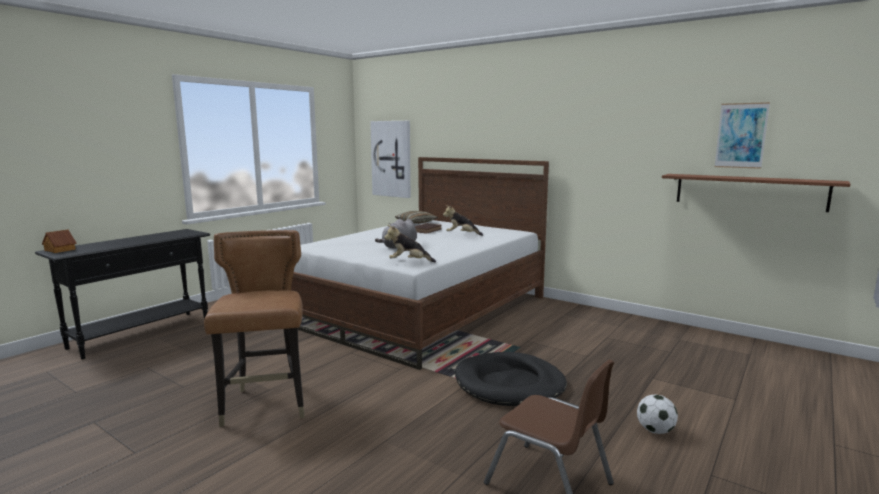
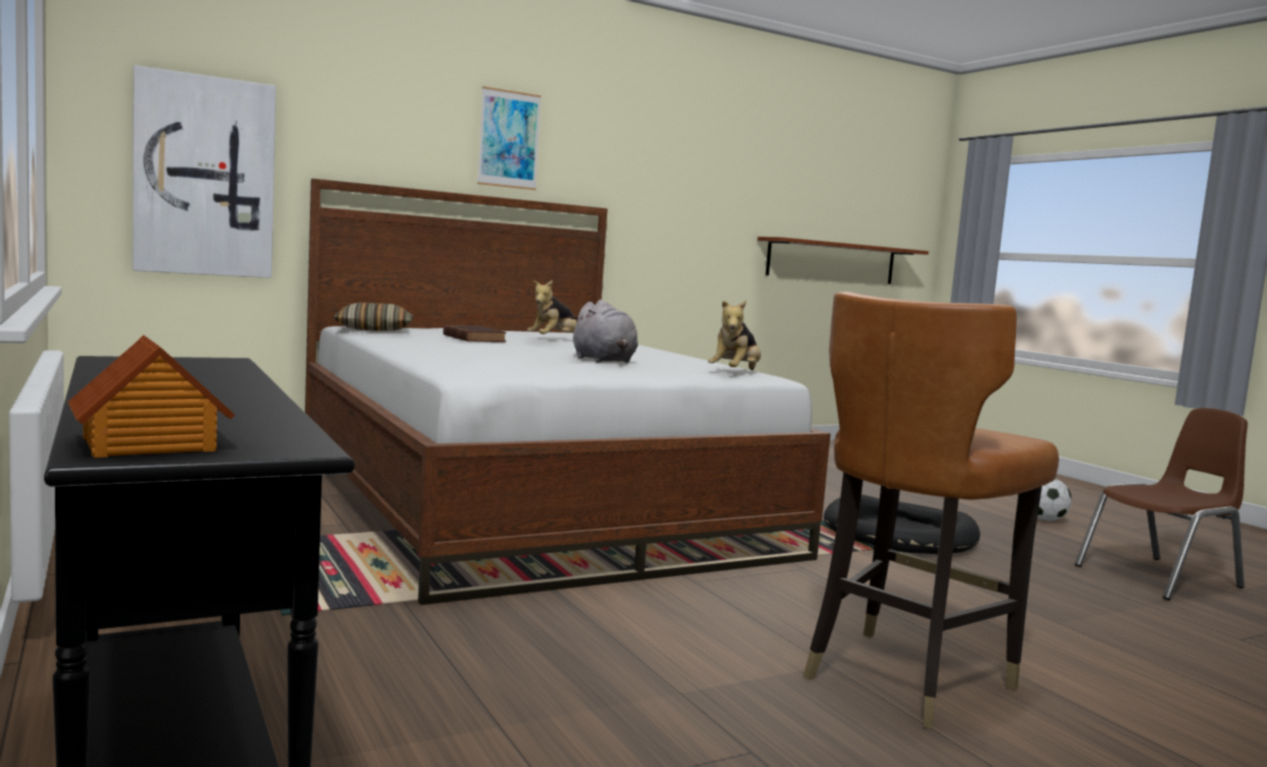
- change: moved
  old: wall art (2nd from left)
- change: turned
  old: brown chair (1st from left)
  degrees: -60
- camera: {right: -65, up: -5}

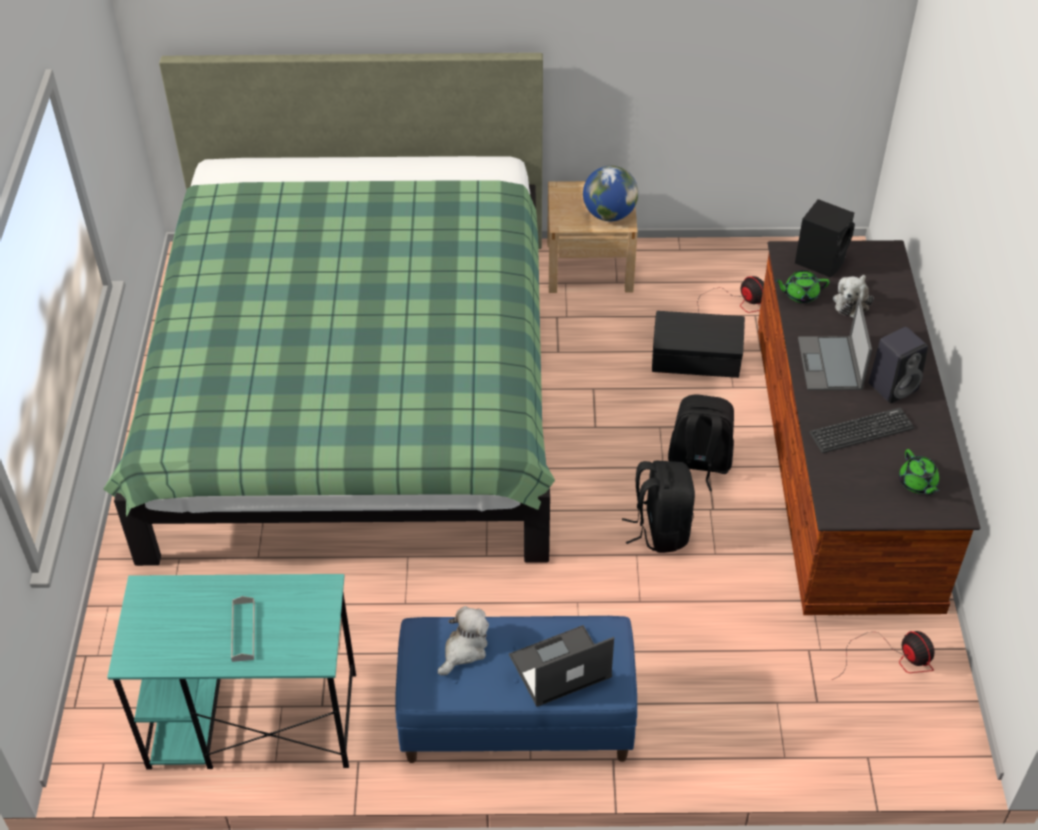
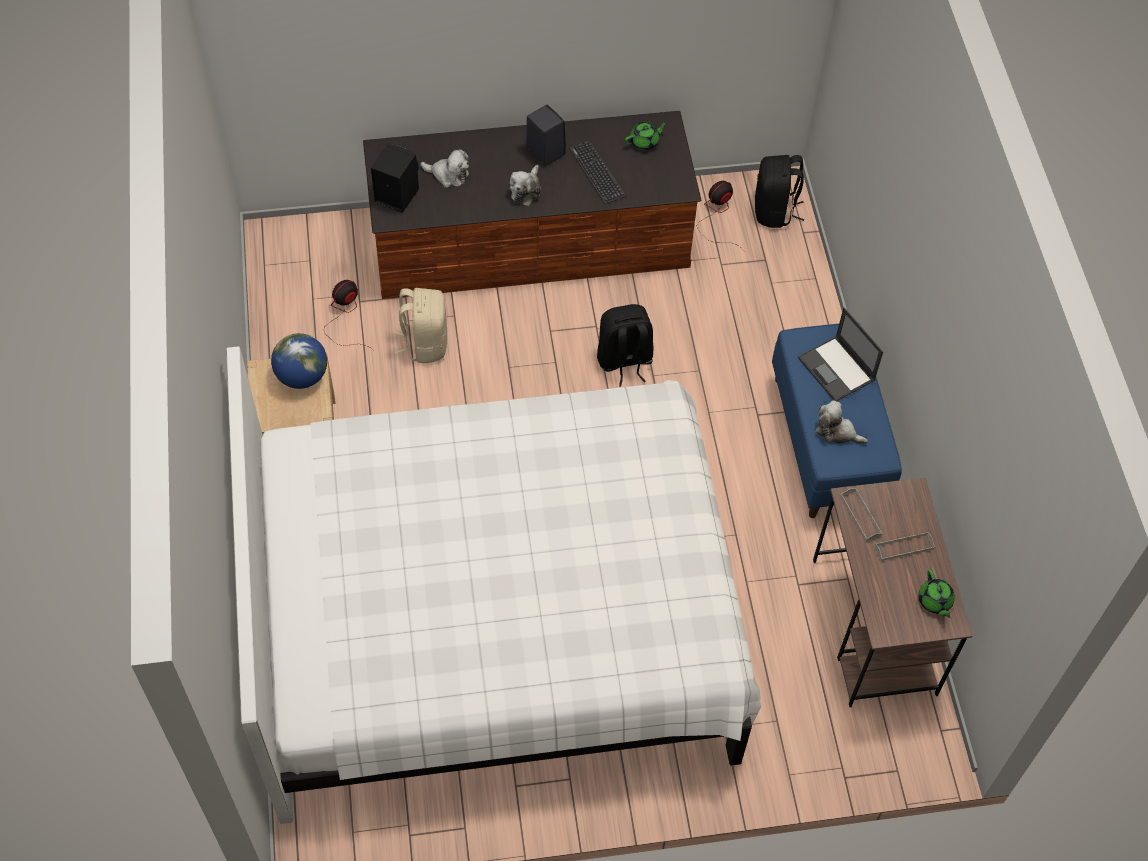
- change: recoloured
  old: greenish bed
  new: white-coloured bed
- change: moved
  old: greenish pot for tea (1st from left in the first image)
  new: greenish pot for tea (2nd from left)
- change: replaced
  old: notebook computer (2nd from left)
  new: plush toy (2nd from left)
- change: replaced
  old: black storage container
  new: beige backpack
- change: moved
  old: black backpack (2nd from left)
- change: recoloured
  old: blue-green desk table
  new: brown desk table
- change: added
  new: greyish serving tray (1st from left)
- camera: {right: -100, up: 10}

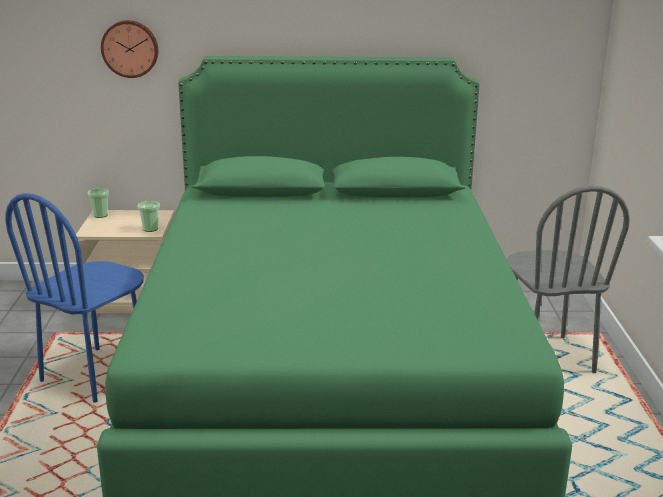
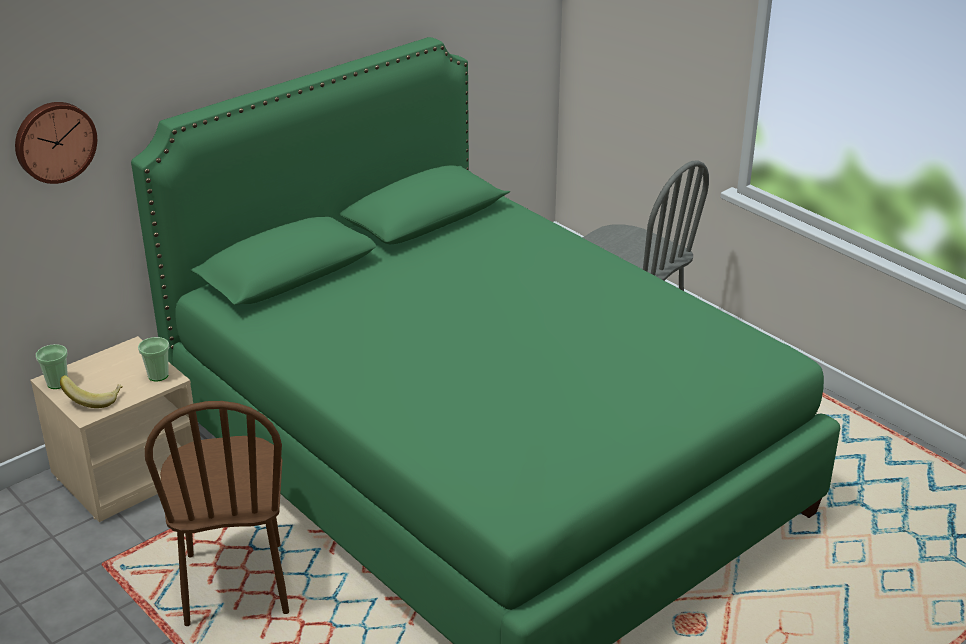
- change: recoloured
  old: blue-coloured chair
  new: brown chair
- change: added
  new: whole banana
- camera: {right: -40, up: 10}

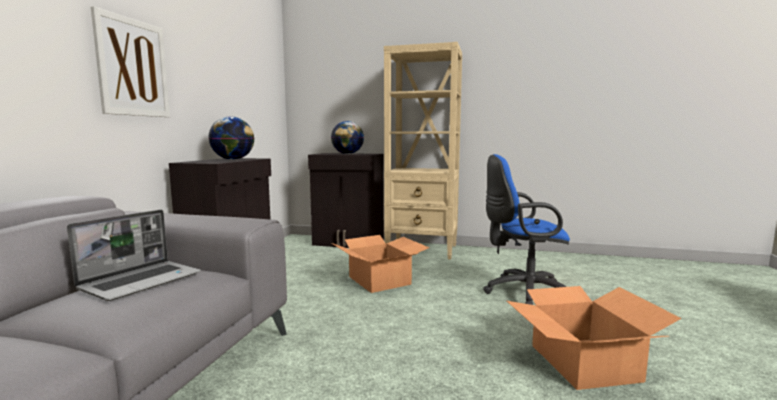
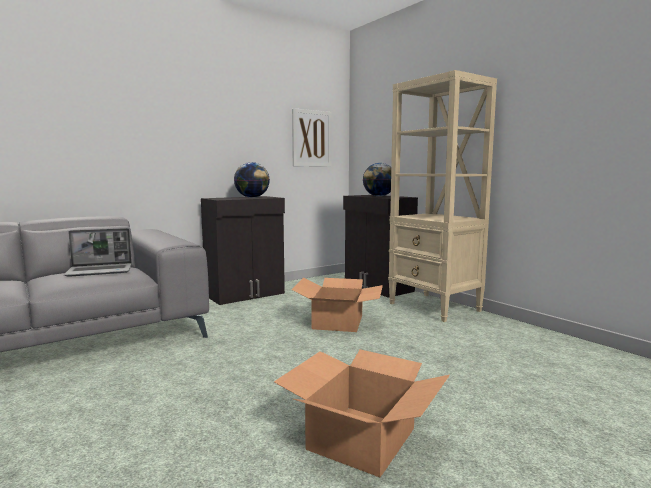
- change: moved
  old: wall art
- change: removed
  old: blue-coloured computer chair
- camera: {right: 40, up: 0}

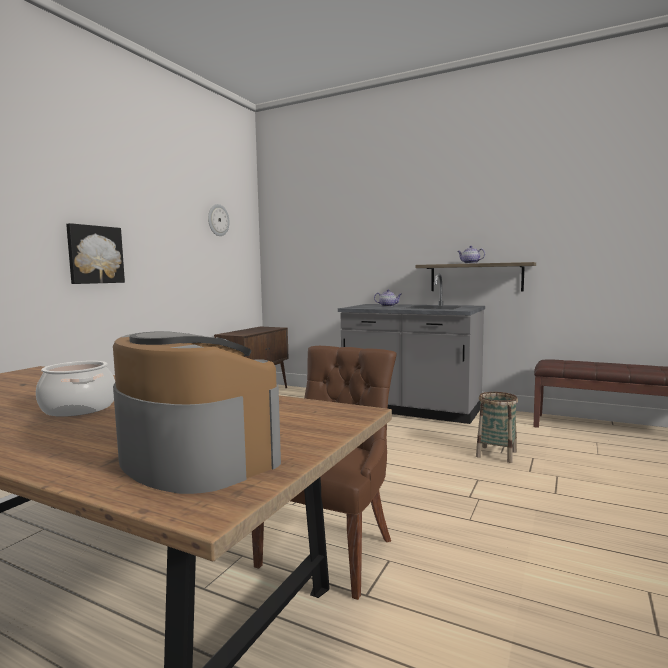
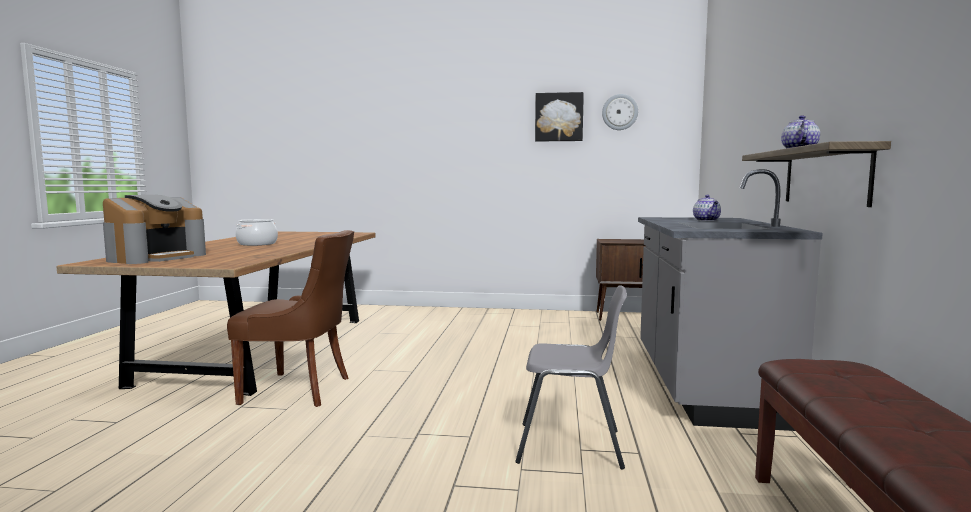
- change: moved
  old: wall art
- change: replaced
  old: household basket
  new: greyish chair
- camera: {right: 70, up: 0}

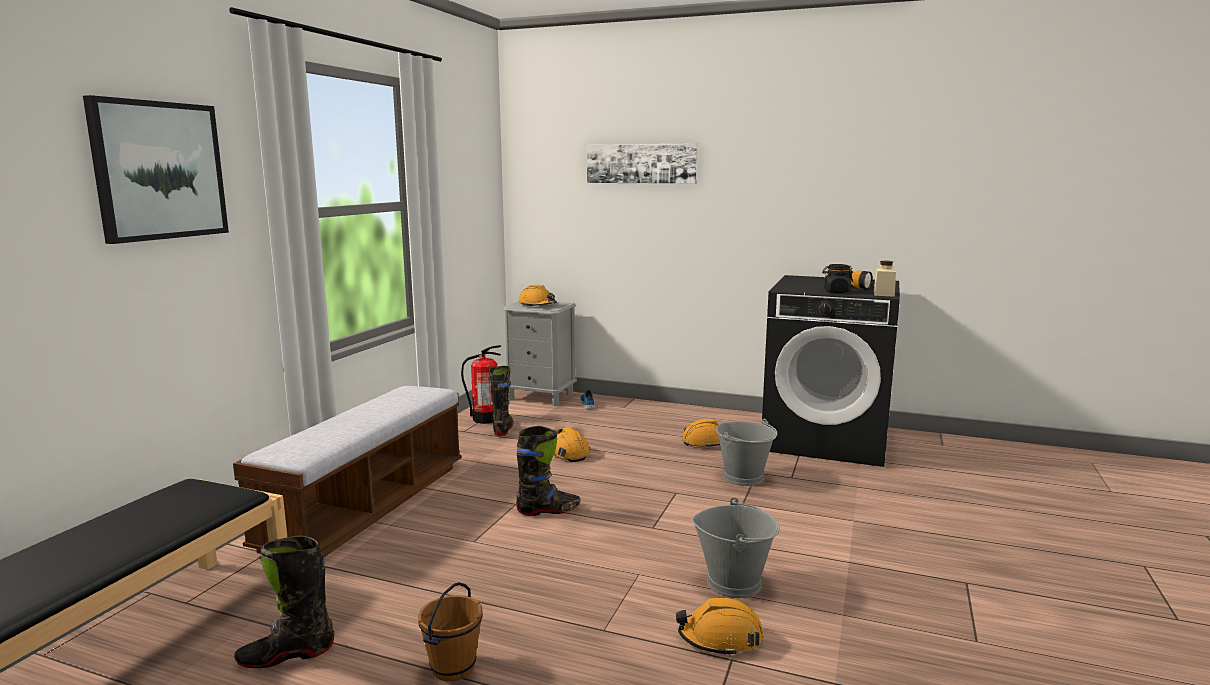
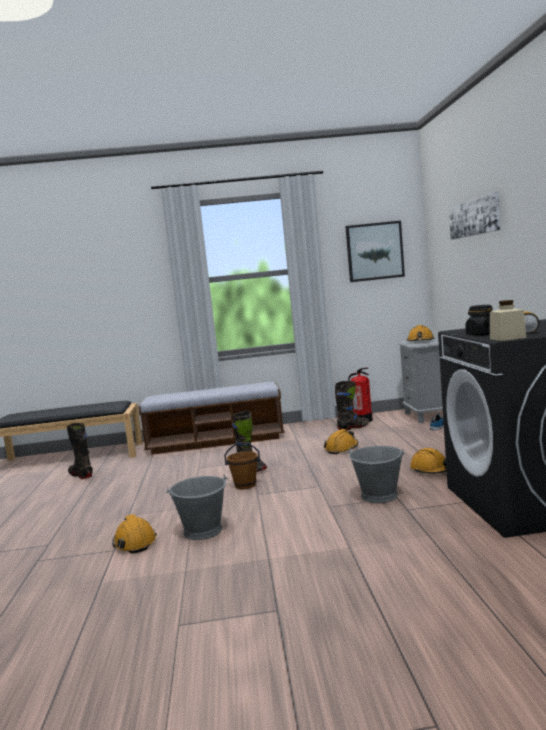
- change: moved
  old: wall art (1st from left)
- change: moved
  old: brown water bucket
- camera: {right: 65, up: -5}

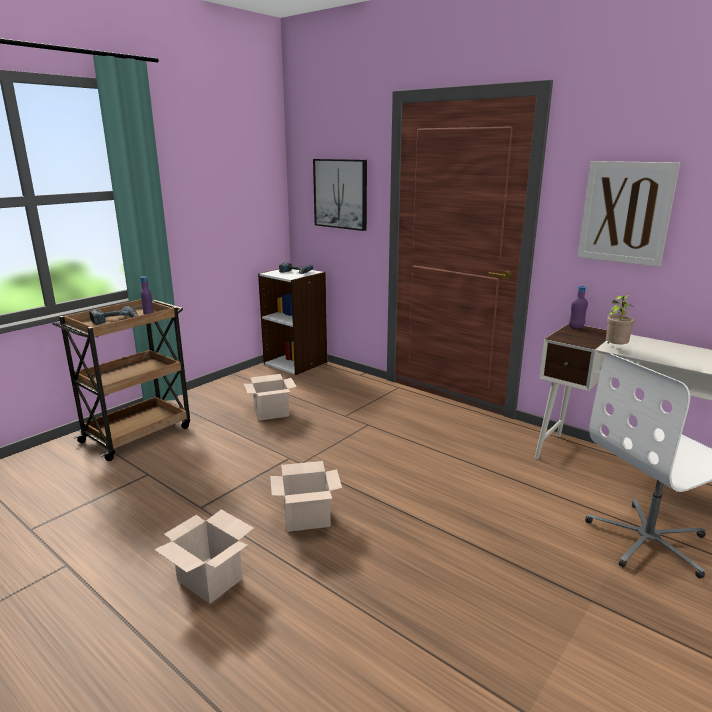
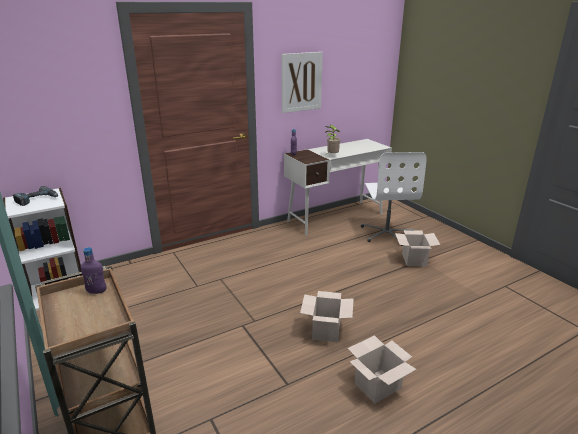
- change: removed
  old: wall art (1st from left)
- change: removed
  old: electric drill (1st from left)
- change: moved
  old: packing box (2nd from left in the first image)
  new: packing box (3rd from left)
- camera: {right: -70, up: 5}

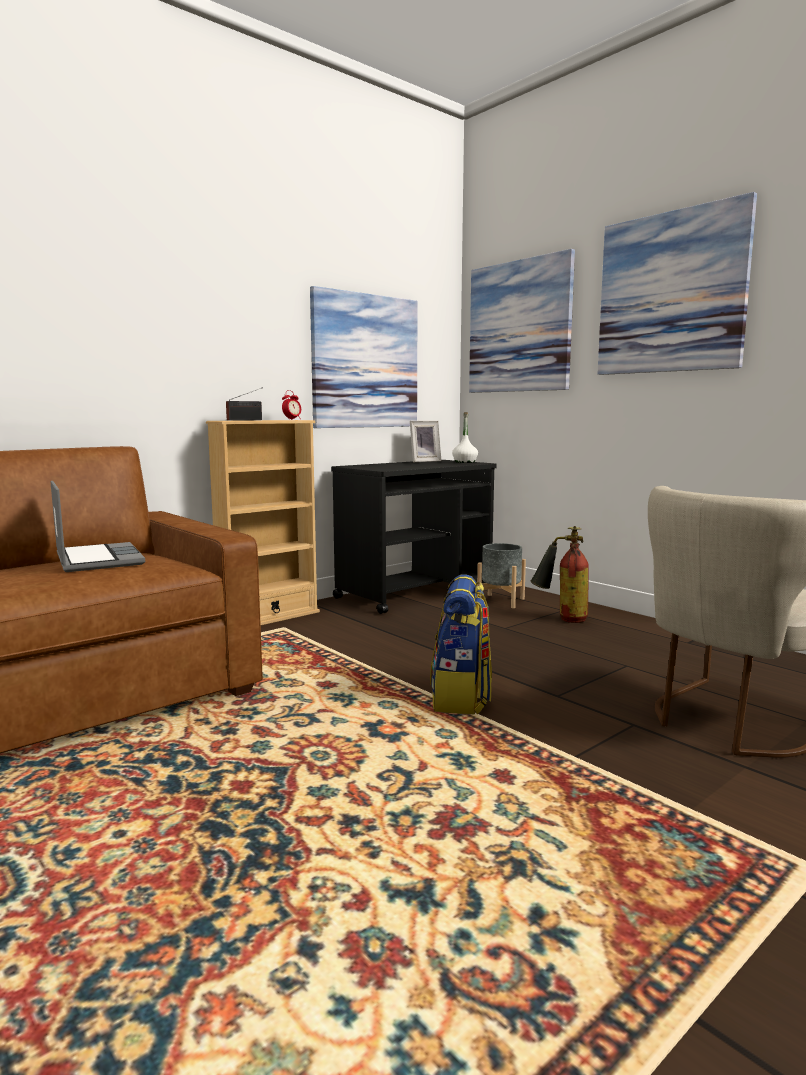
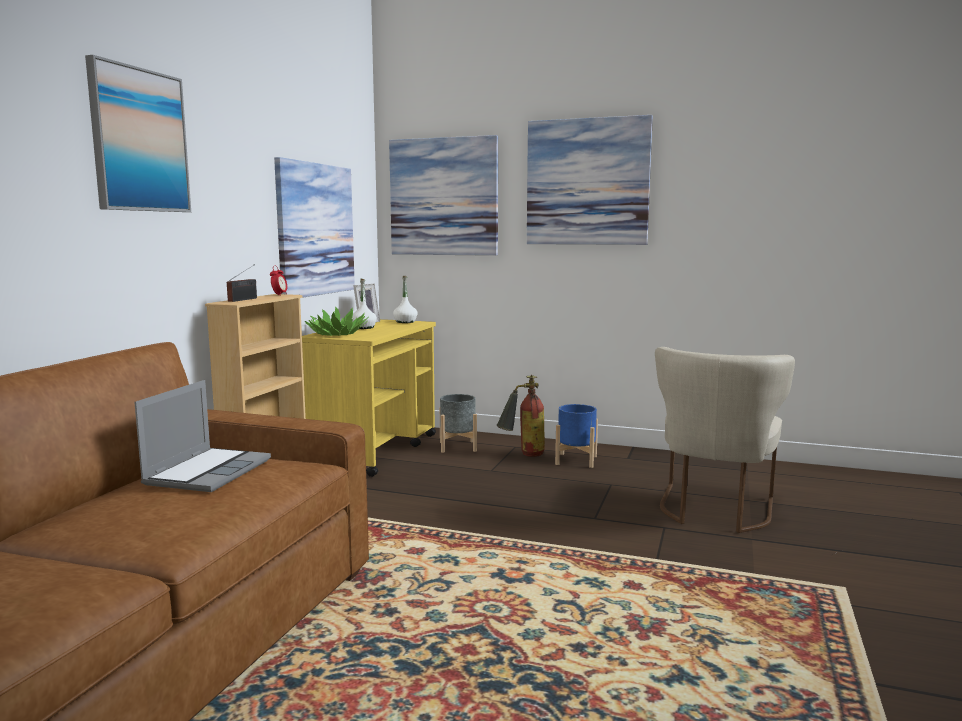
- change: recoloured
  old: black wheeled cart
  new: yellowish wheeled cart
- change: turned
  old: notebook computer
  degrees: 75
- change: removed
  old: backpack
- change: added
  new: wall art (1st from left)
- change: added
  new: white-coloured bottle (1st from left)
- change: added
  new: plant in a pot
- change: added
  new: blue-coloured planter
- camera: {right: -30, up: 0}

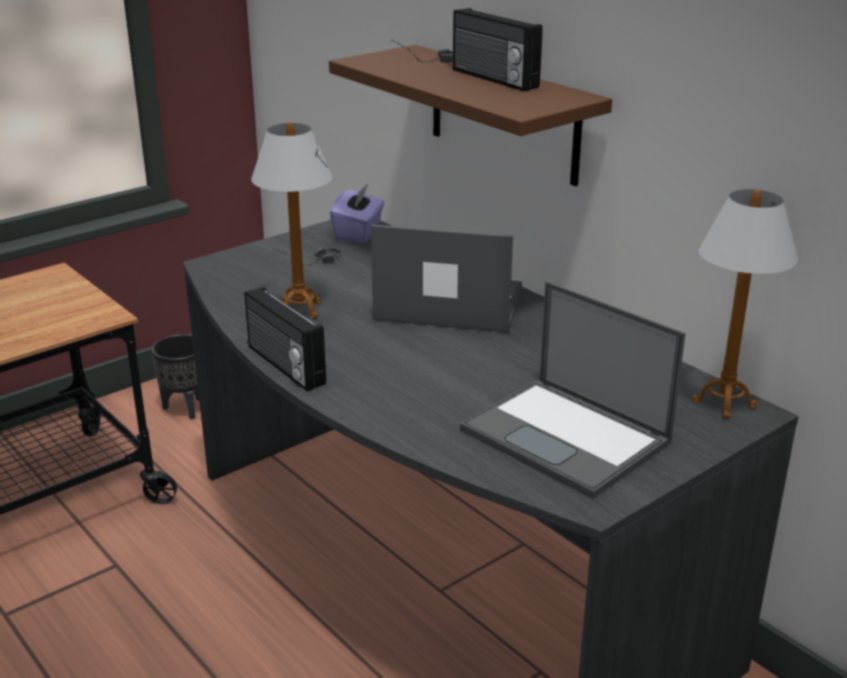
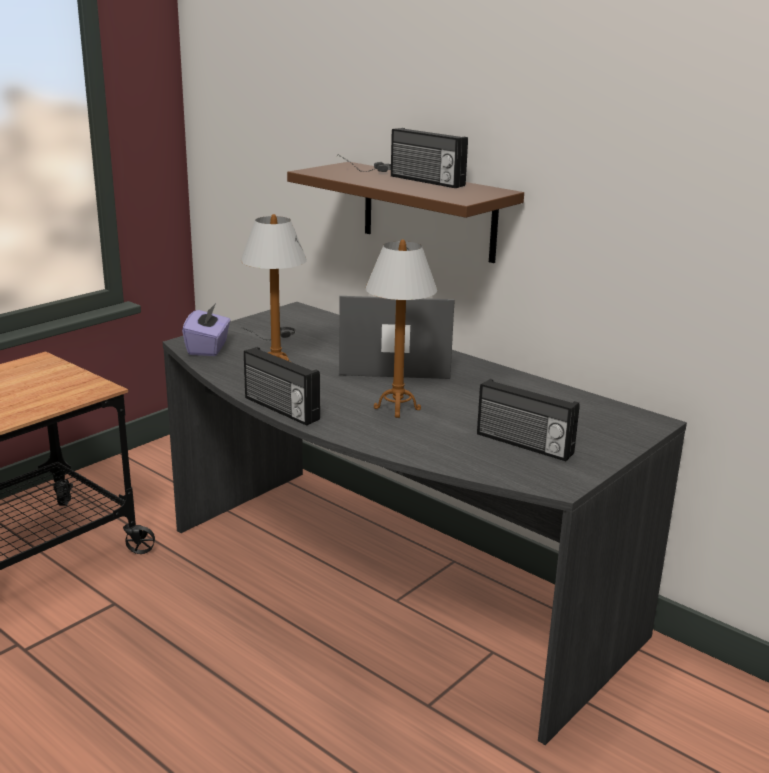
- change: moved
  old: purple-coloured box of tissues
- change: moved
  old: lamp for a table (2nd from left)
- change: replaced
  old: notebook computer (2nd from left)
  new: radio set (3rd from left)
- change: removed
  old: black planter
- camera: {right: -10, up: -5}

